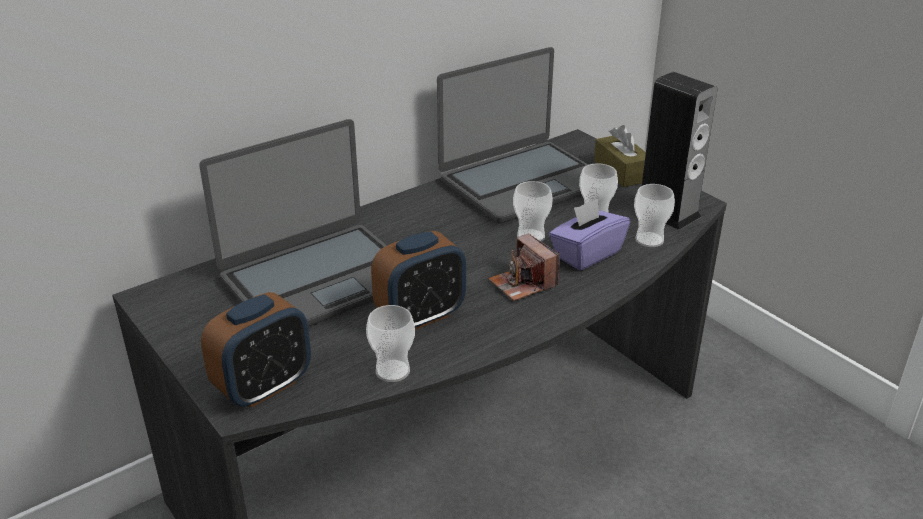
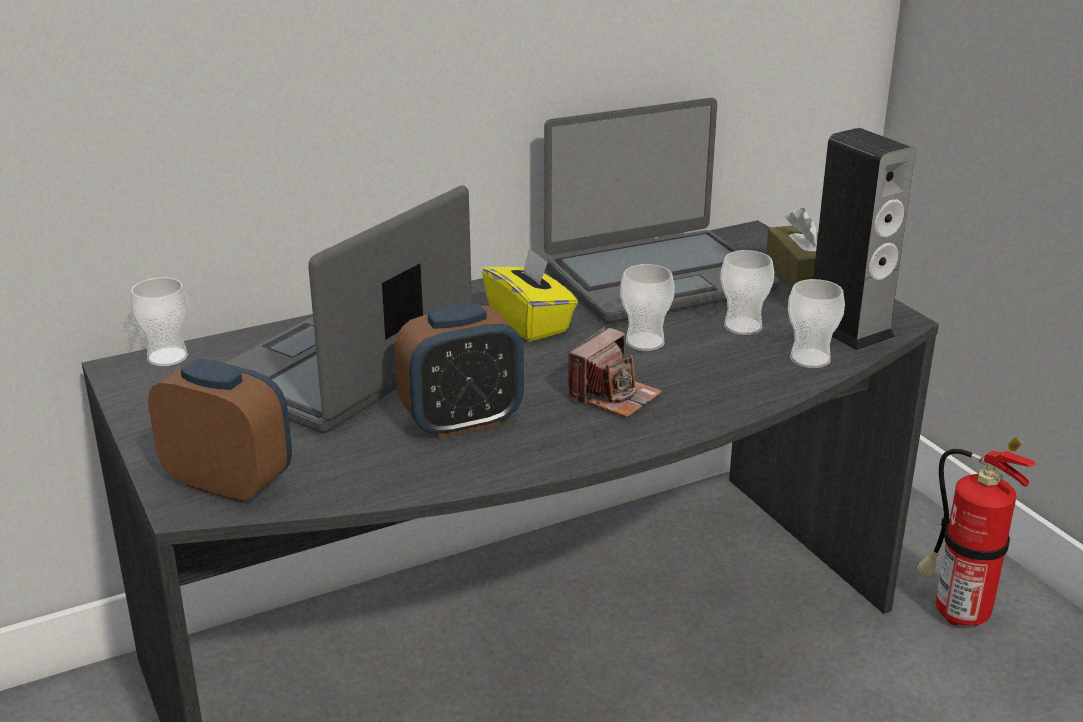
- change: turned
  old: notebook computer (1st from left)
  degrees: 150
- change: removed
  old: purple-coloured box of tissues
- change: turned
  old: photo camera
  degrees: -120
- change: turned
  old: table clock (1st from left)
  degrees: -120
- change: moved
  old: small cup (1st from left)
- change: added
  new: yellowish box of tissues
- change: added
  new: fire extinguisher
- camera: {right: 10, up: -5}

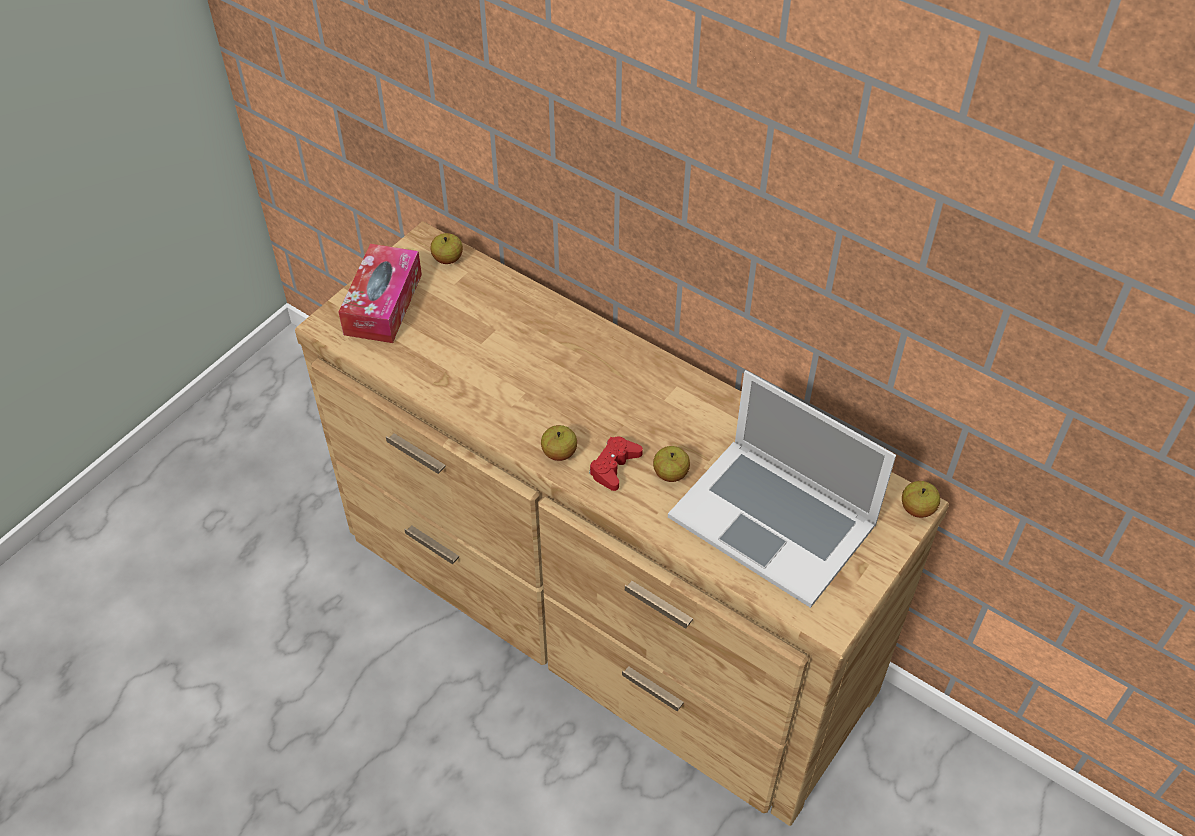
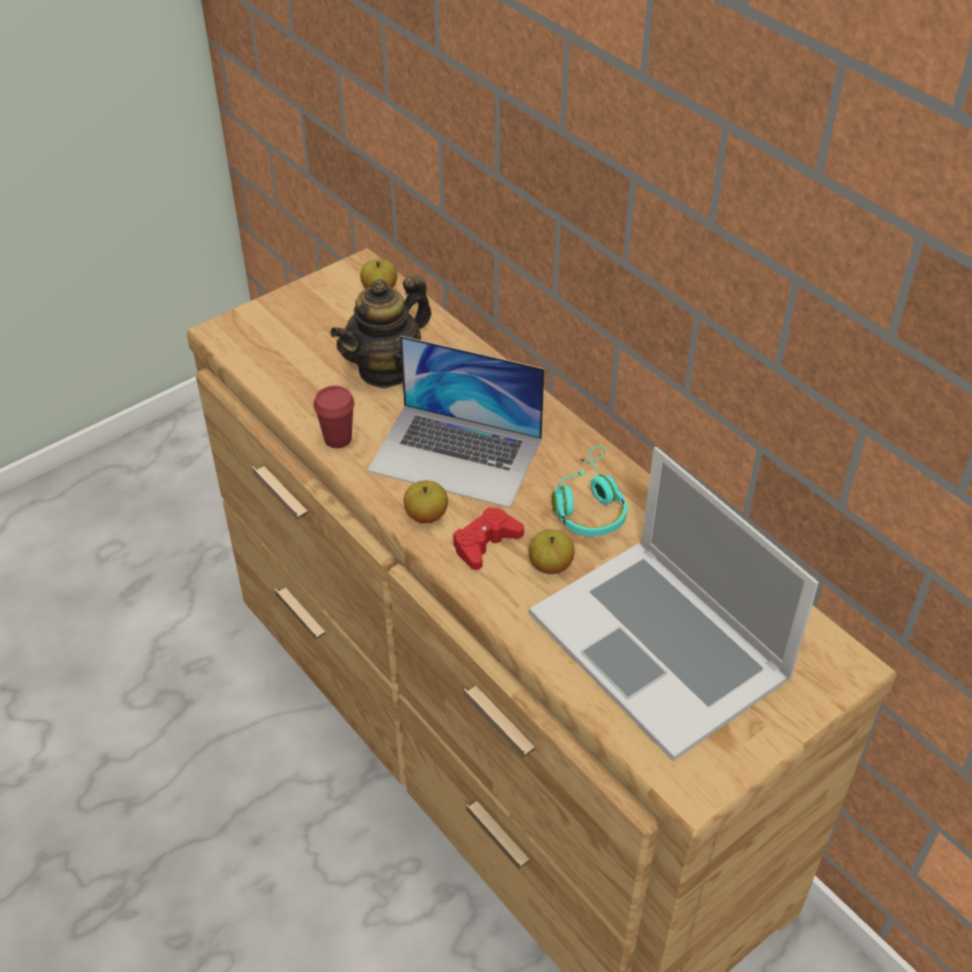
- change: removed
  old: box of tissues
- change: removed
  old: whole apple (4th from left)
- change: added
  new: pot for tea
- change: added
  new: notebook computer (1st from left)
- change: added
  new: reddish small cup
- change: added
  new: blue-green headset
- camera: {right: 15, up: -5}

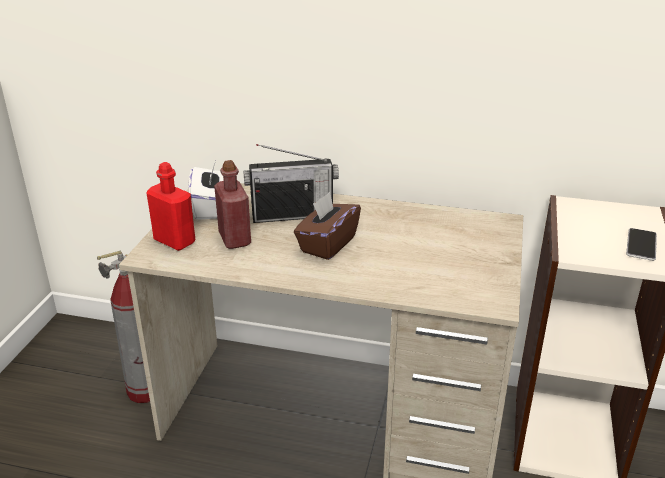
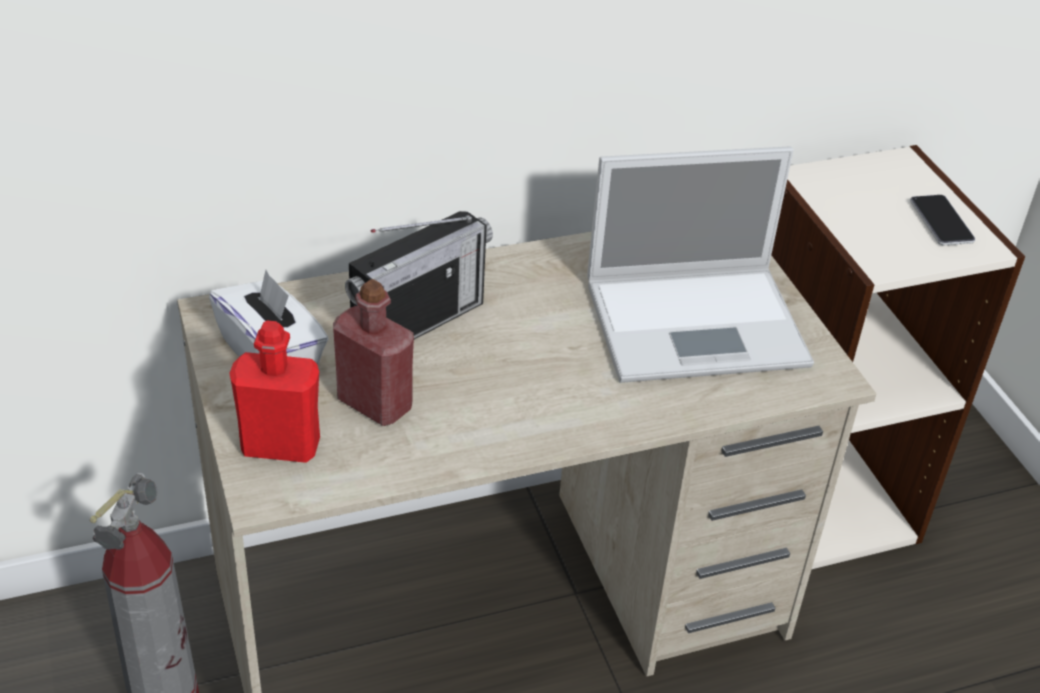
- change: removed
  old: brown box of tissues
- change: added
  new: notebook computer
- camera: {right: -35, up: 10}

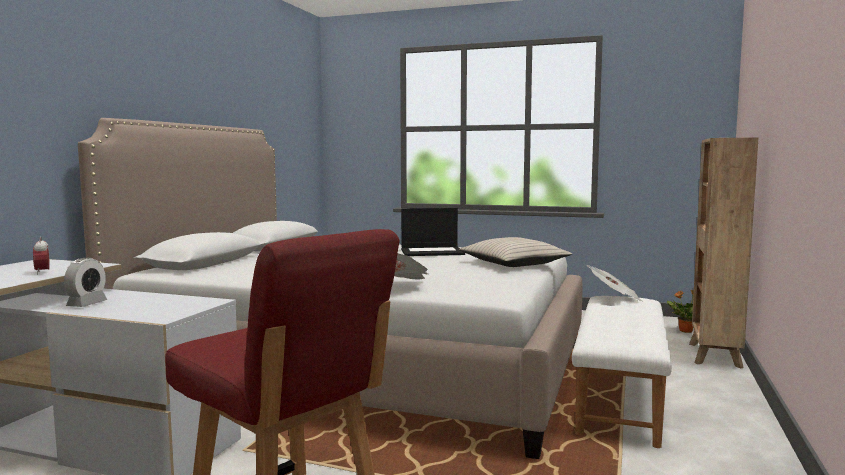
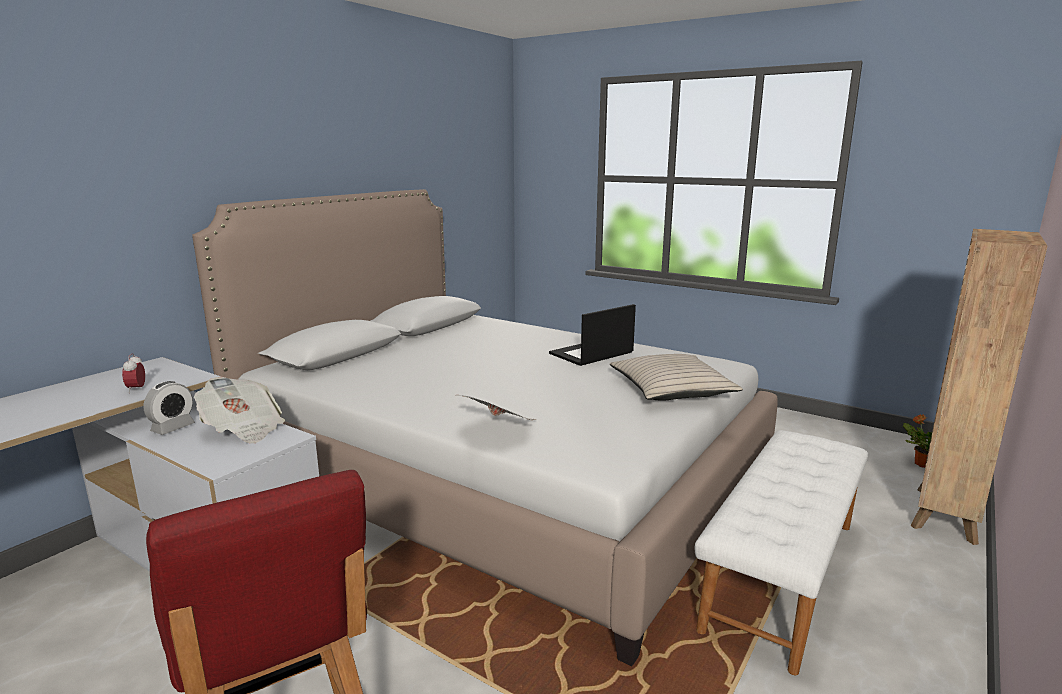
- change: turned
  old: notebook computer
  degrees: 135
- change: moved
  old: printed paper (2nd from left in the first image)
  new: printed paper (1st from left)
- camera: {right: 15, up: 10}

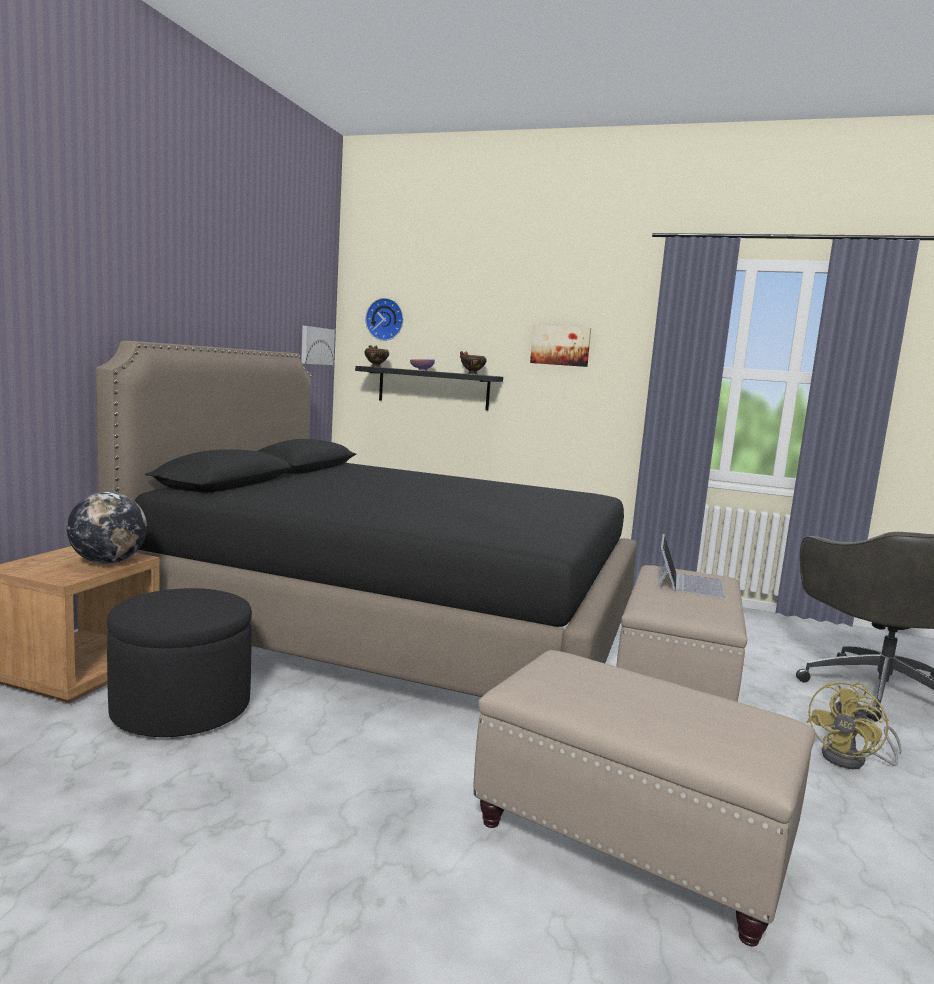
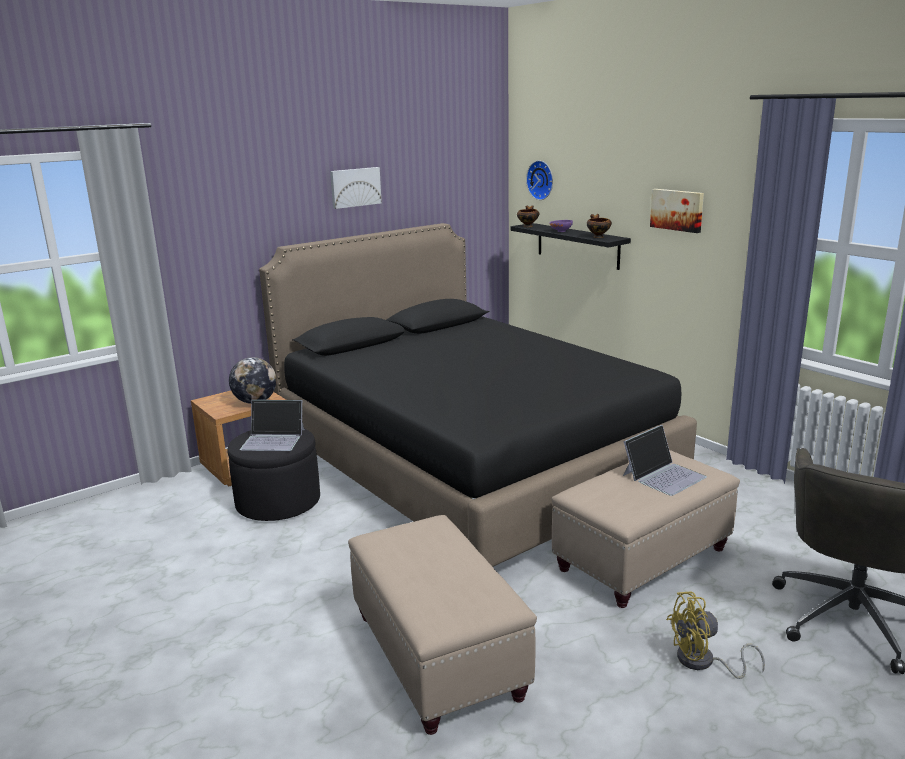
- change: moved
  old: wall art (1st from left)
- change: added
  new: notebook computer (1st from left)
- camera: {right: 35, up: 10}

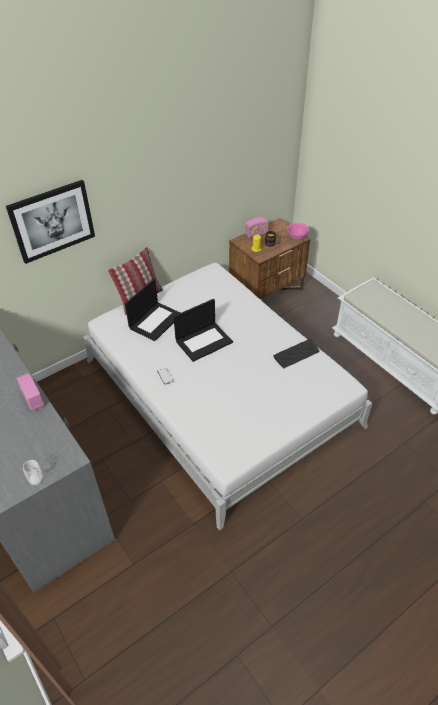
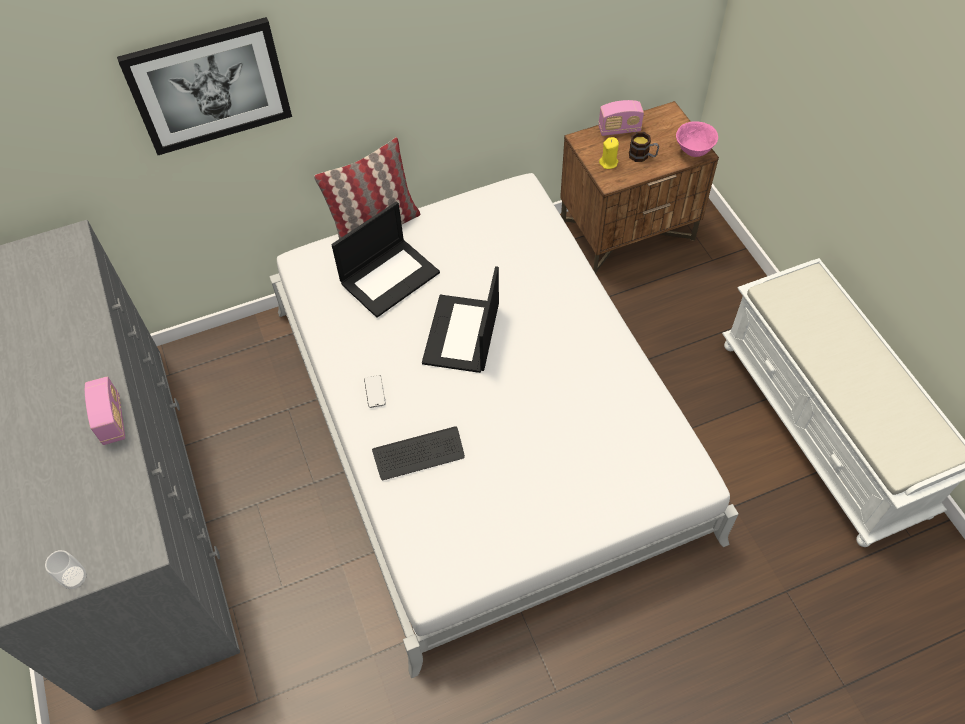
- change: turned
  old: notebook computer (2nd from left)
  degrees: 120
- change: moved
  old: PC keyboard
- camera: {right: 15, up: 10}

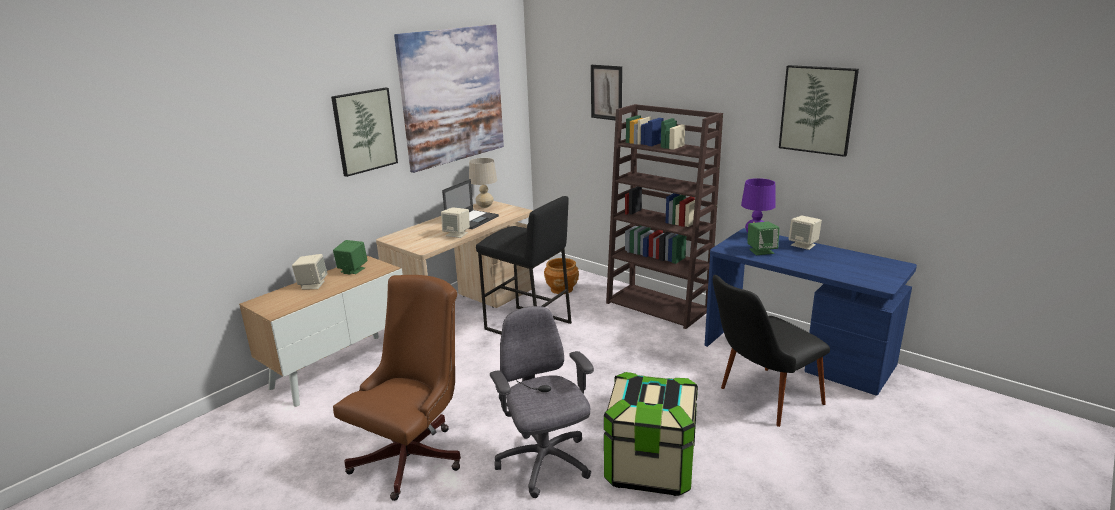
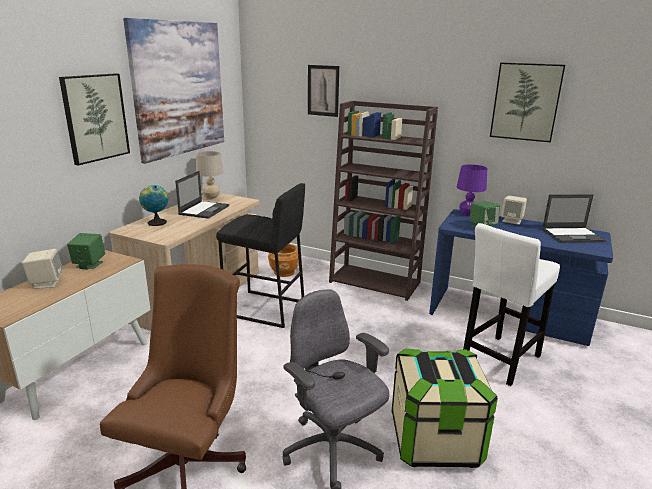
- change: removed
  old: beige loudspeaker (2nd from left)
- change: replaced
  old: black chair
  new: white-coloured stool
- change: added
  new: world globe
- change: added
  new: notebook computer (2nd from left)
- camera: {right: -15, up: 0}

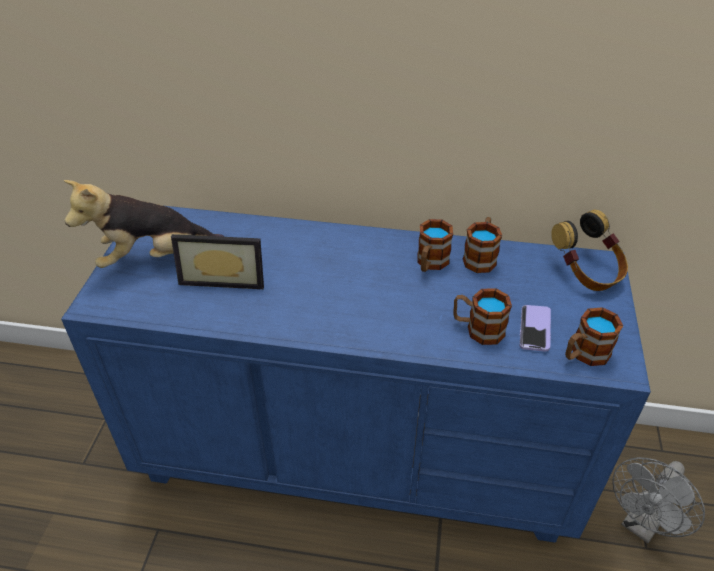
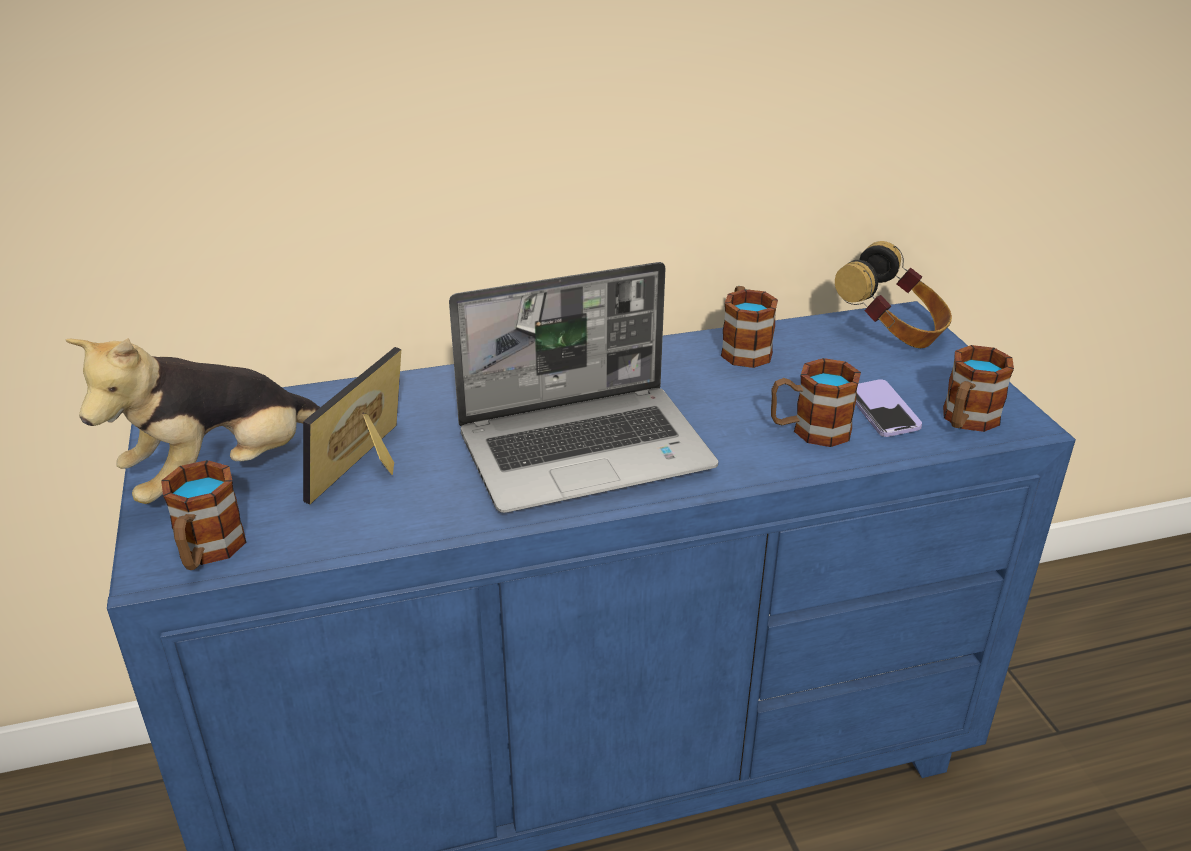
- change: moved
  old: coffee mug (1st from left)
- change: turned
  old: picture frame
  degrees: 135
- change: removed
  old: greyish cooling fan
- change: added
  new: notebook computer
- camera: {right: -25, up: -10}

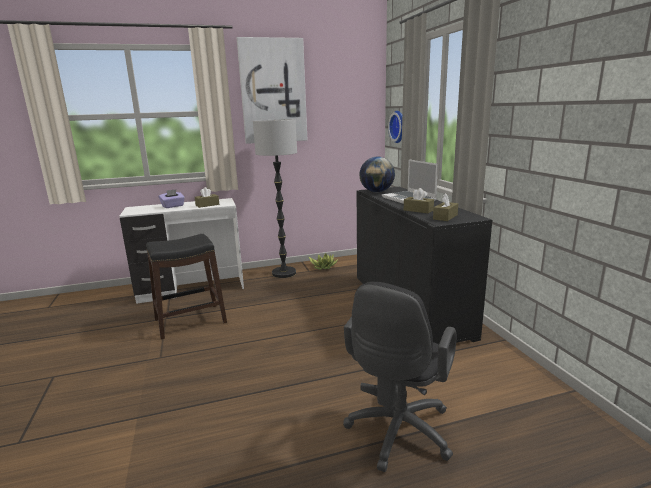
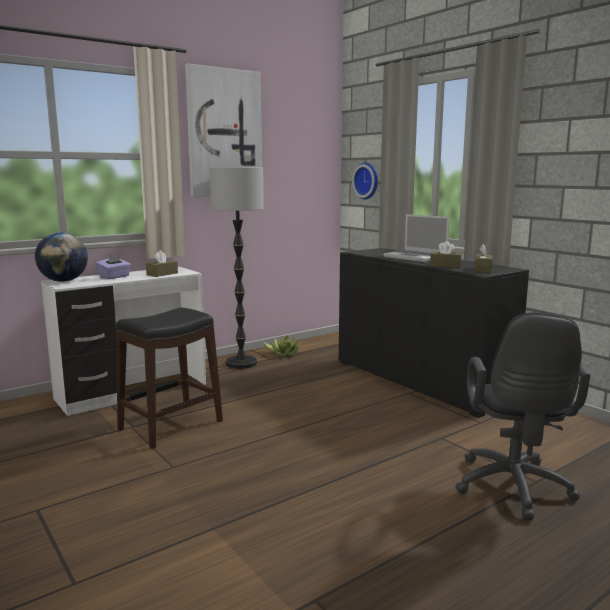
- change: moved
  old: world globe
- camera: {right: -20, up: -5}

